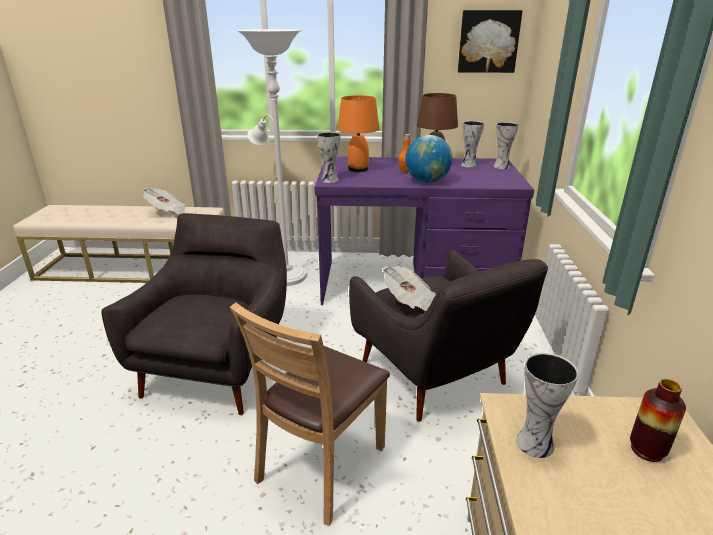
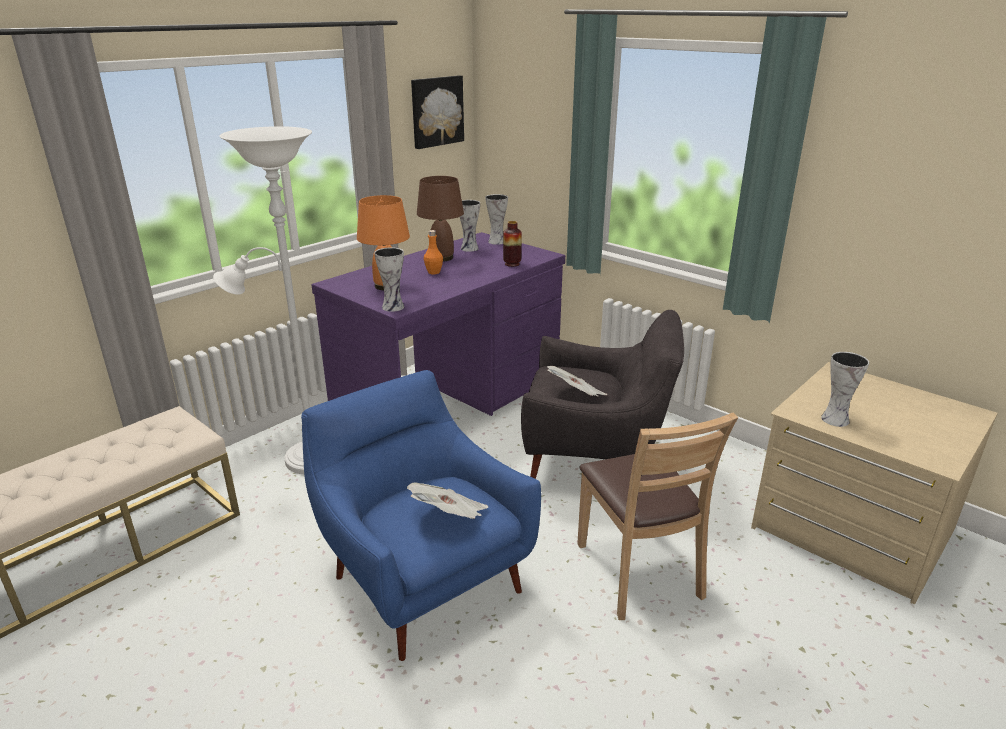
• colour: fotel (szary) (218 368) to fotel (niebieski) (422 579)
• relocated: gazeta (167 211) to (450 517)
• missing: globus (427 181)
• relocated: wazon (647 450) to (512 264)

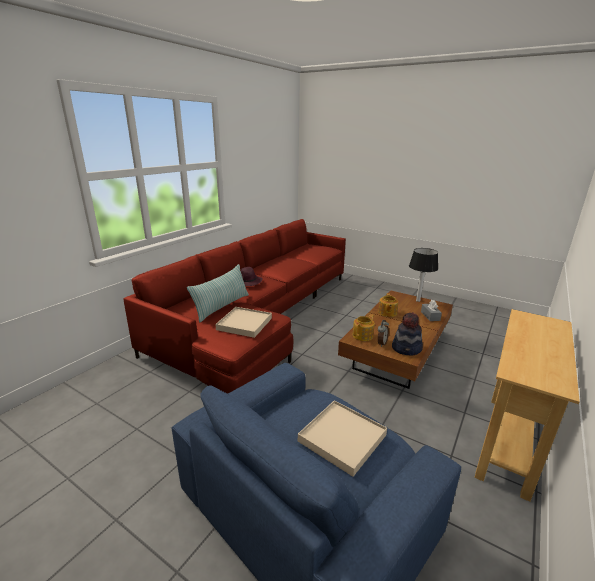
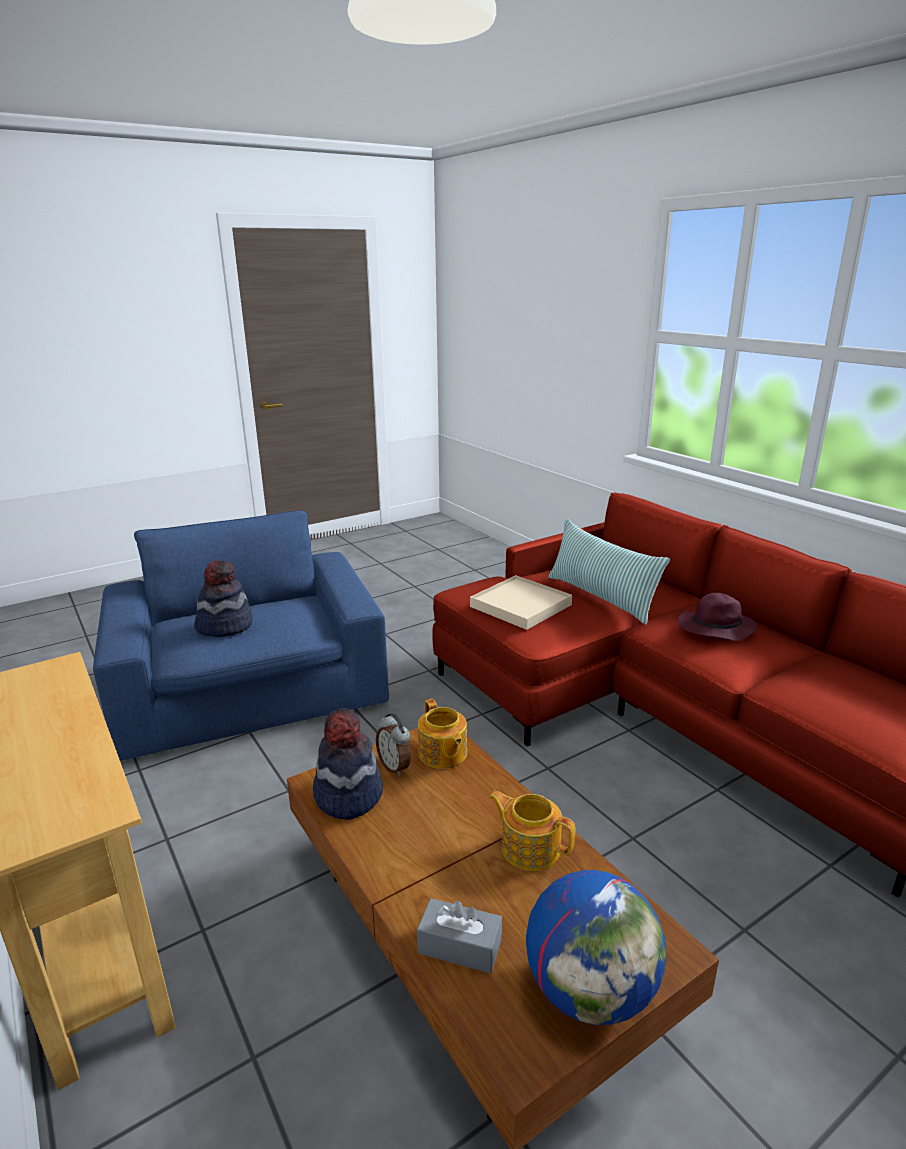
• exchanged: taca (beżowy) (342 438) to kapelusz (225 626)
• exchanged: lampa stołowa (417 301) to globus (591 991)

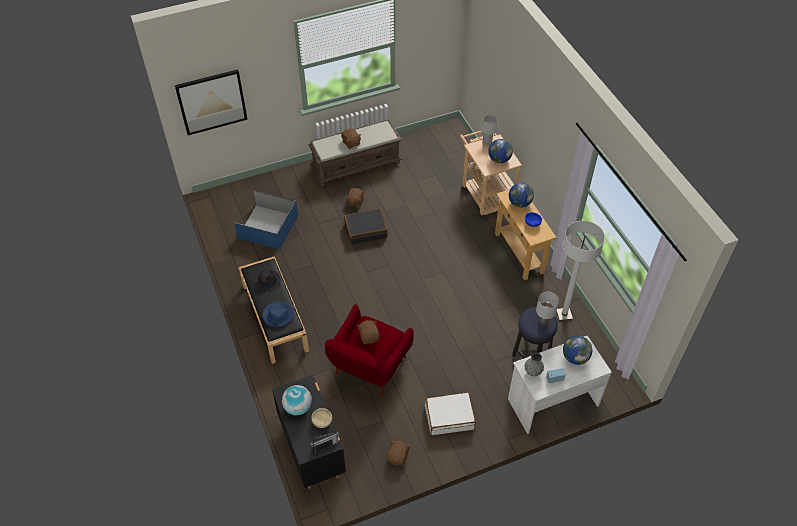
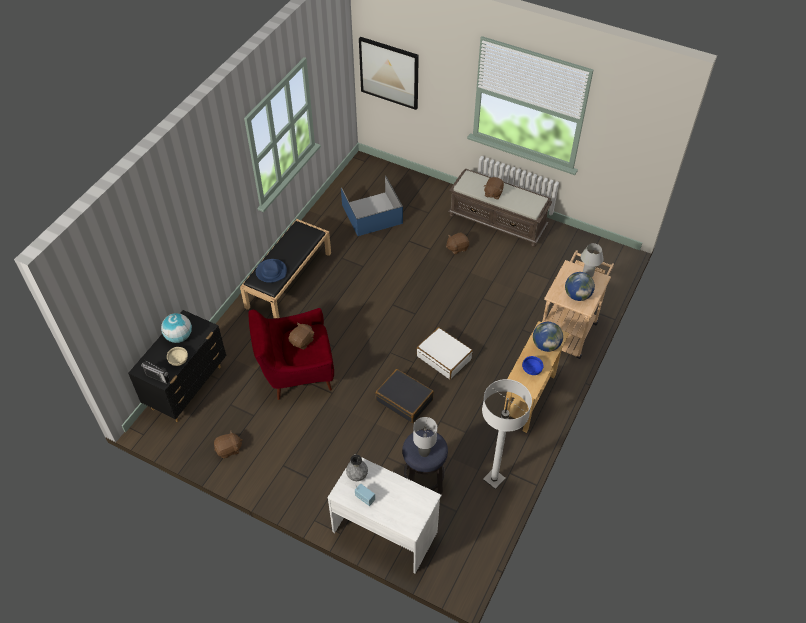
• missing: kapelusz (czarny) (268 281)
• relocated: walizka (czarny) (366 231) to (404 400)
• relocated: walizka (biały) (449 417) to (444 357)
• missing: globus (575 357)

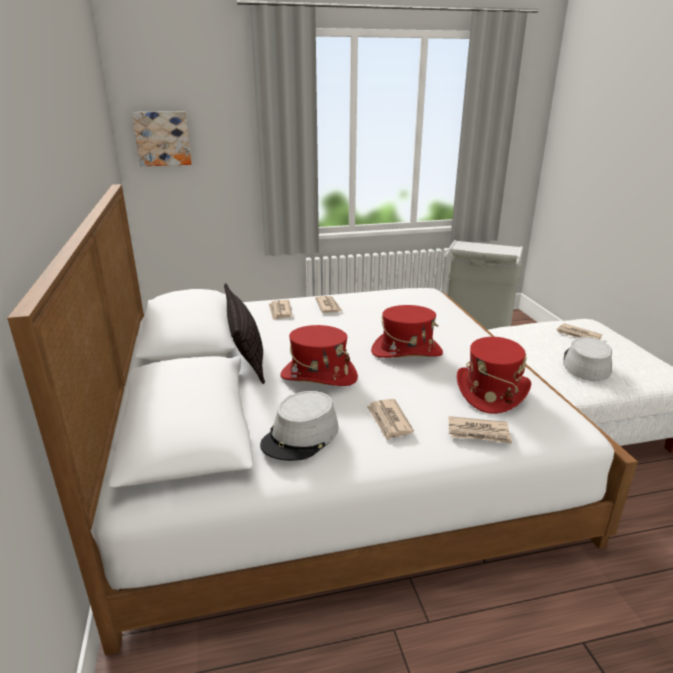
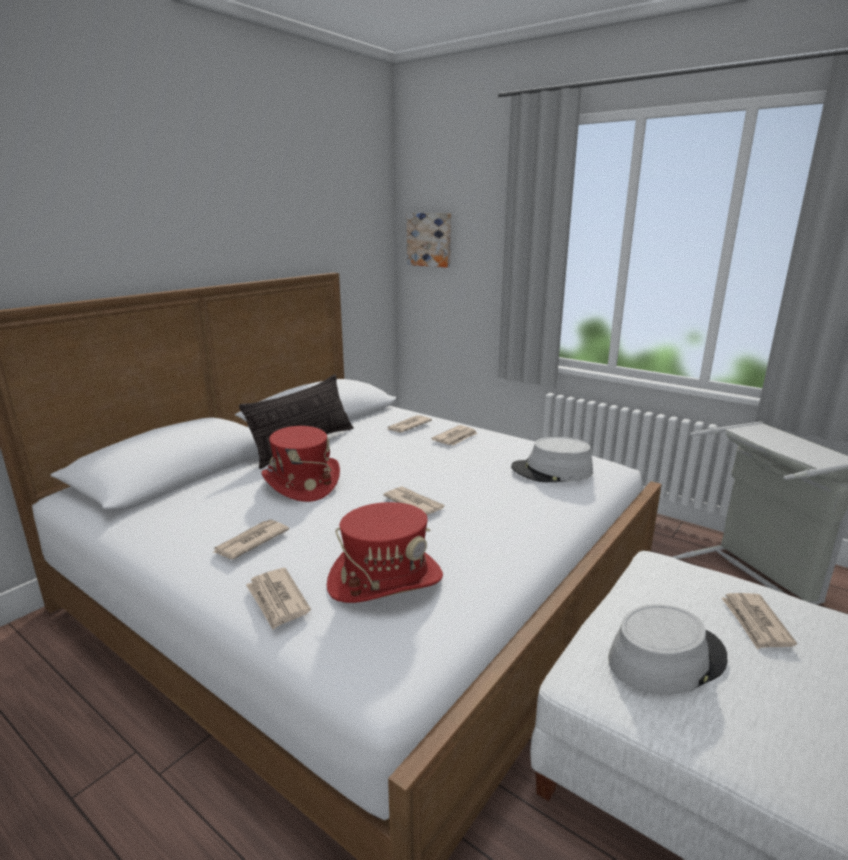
• relocated: kapelusz (szary) (301 436) to (552 471)
• exchanged: kapelusz (czerwony) (406 352) to gazeta (413 503)

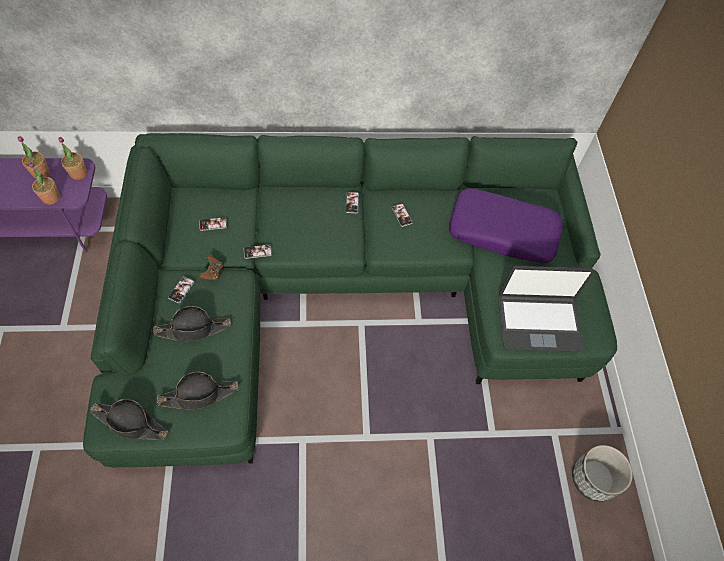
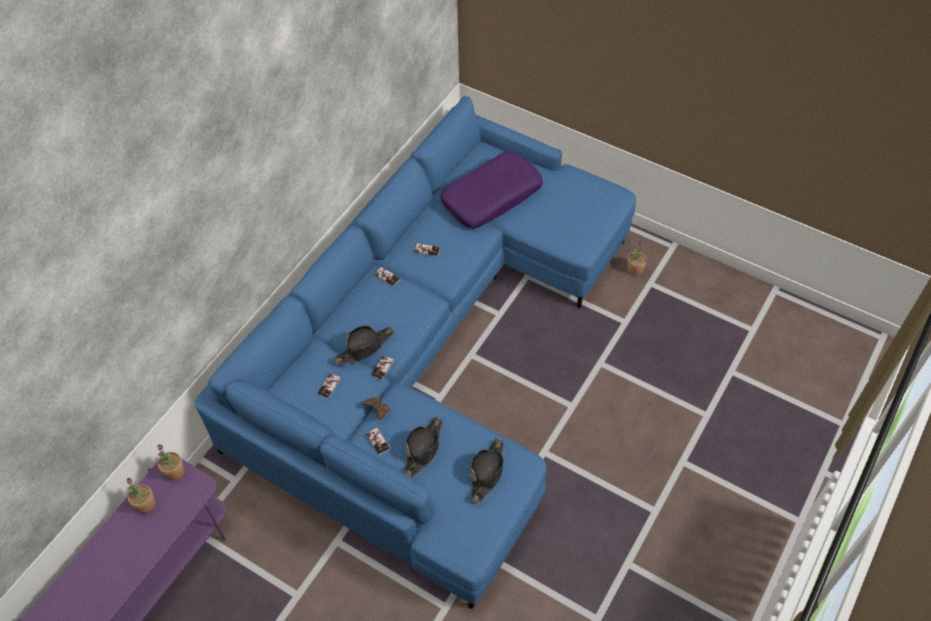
• relocated: roślina doniczkowa (51 198) to (635 270)
• colour: kanapa (zielony) (341 290) to kanapa (niebieski) (430 352)
• relocated: kapelusz (czarny) (131 423) to (364 347)
• missing: laptop (538 322)
• missing: donica (593 478)

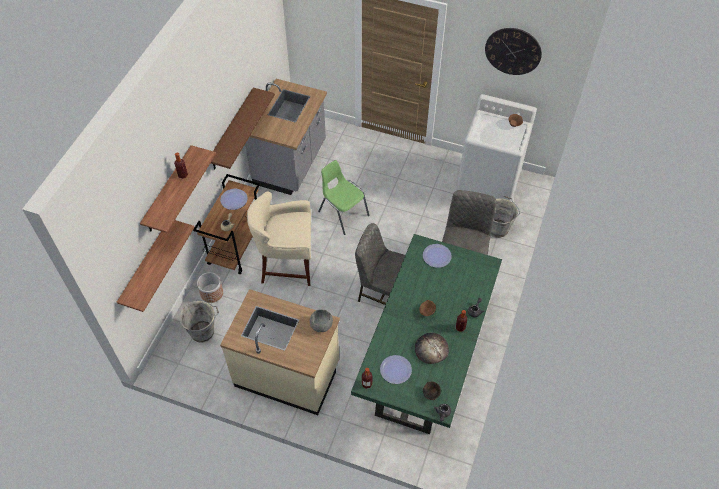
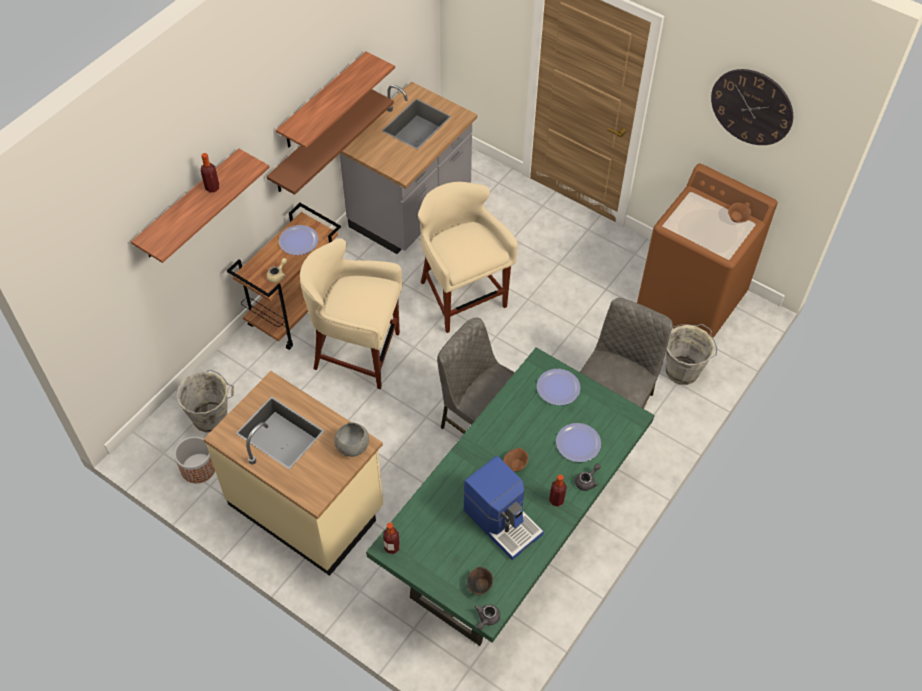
• relocated: półka (146 265) to (323 101)
• relocated: donica (212 293) to (198 468)
• exchanged: krzesło (zielony) (343 213) to stołek (beżowy) (461 296)
• relocated: talerz (395 369) to (578 443)
• exchanged: chleb (431 349) to ekspres do kawy (503 521)
• colour: pralka (biały) (488 183) to pralka (brązowy) (691 301)

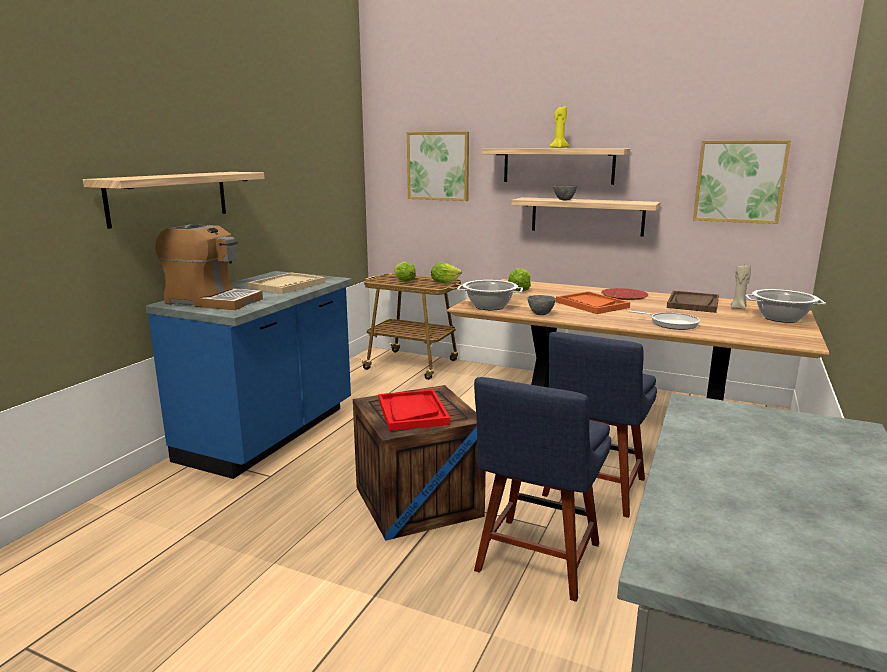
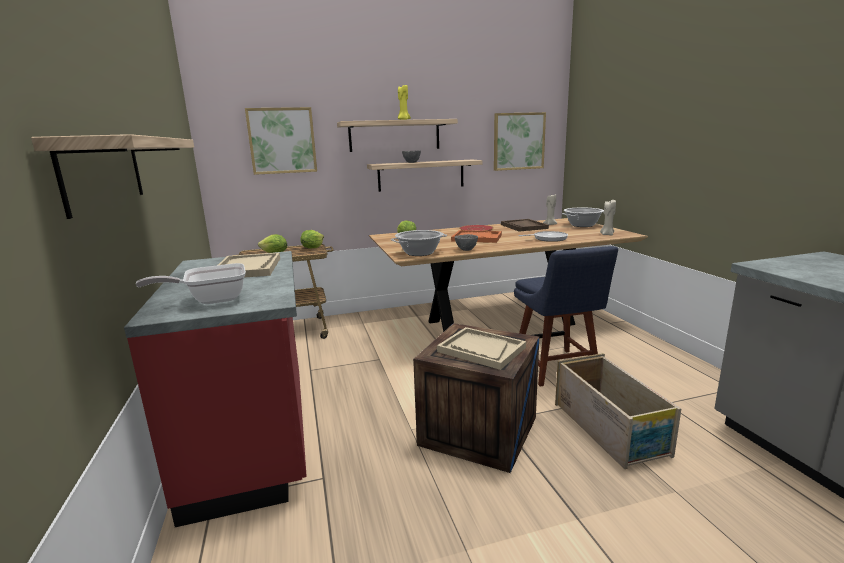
• colour: zabudowa kuchenna (niebieski) (270 434) to zabudowa kuchenna (czerwony) (254 441)
• exchanged: ekspres do kawy (212 301) to patelnia (211 300)
• colour: taca (czerwony) (412 412) to taca (beżowy) (481 349)
• exchanged: krzesło (niebieski) (536 561) to skrzynka (610 429)
• appeared: świeca (beżowy) (607 234)

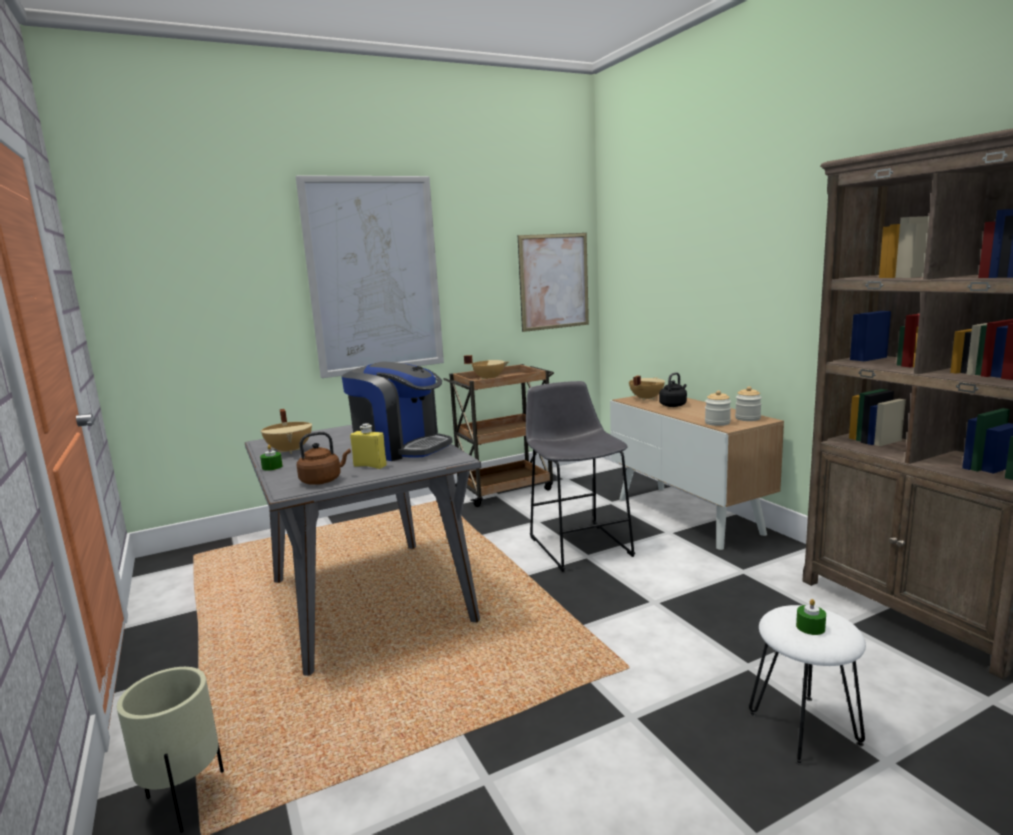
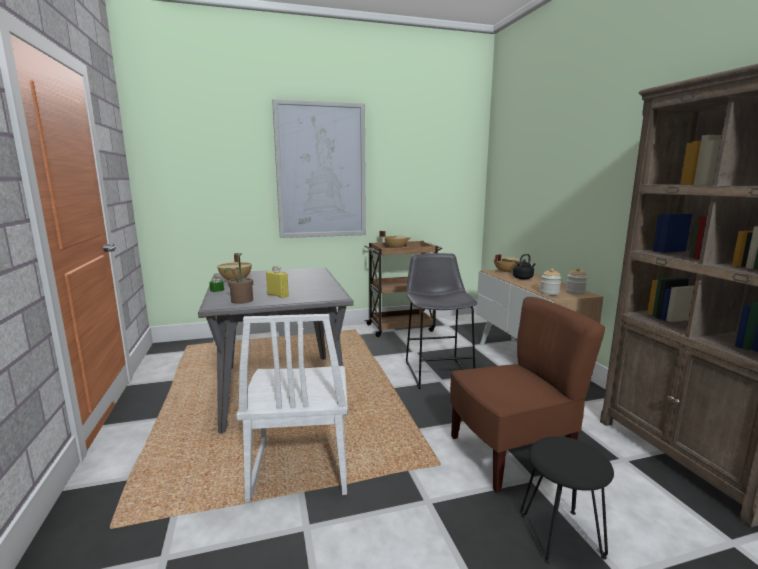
• missing: donica (beżowy) (184 800)
• exchanged: czajnik (brązowy) (323 480) to roślina doniczkowa (241 301)
• missing: ekspres do kawy (400 448)
• missing: obraz (554 281)
• colour: stołek (biały) (803 727) to stołek (czarny) (560 534)
• missing: świeca (zielony) (810 627)
• appeared: krzesło (biały) (299 466)
• appeared: krzesło (brązowy) (511 454)

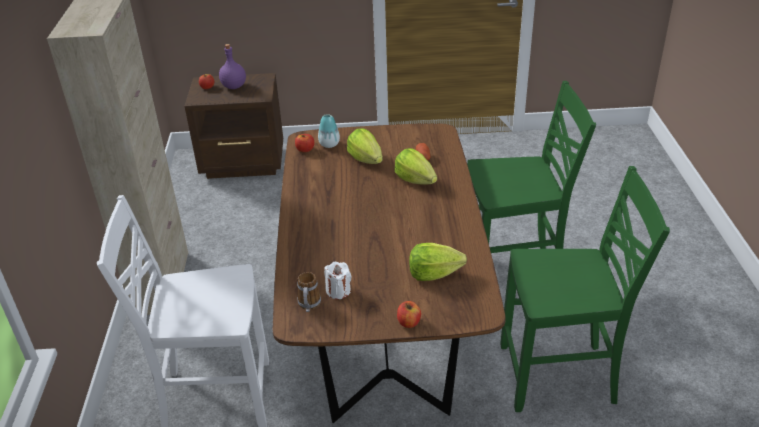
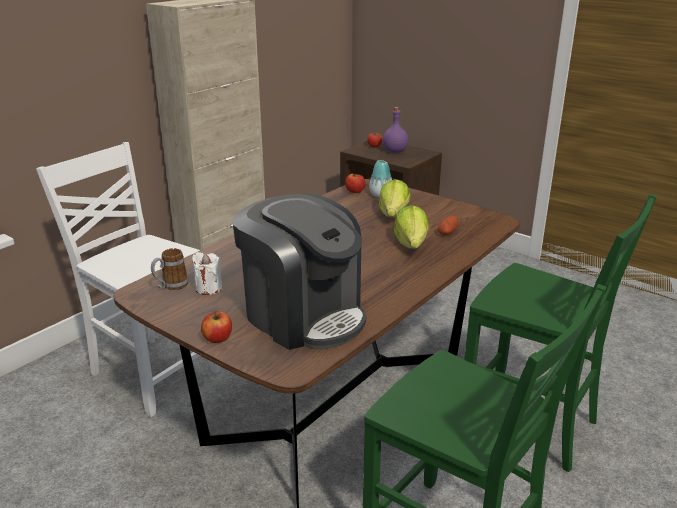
• exchanged: sałata (434 274) to ekspres do kawy (303 315)

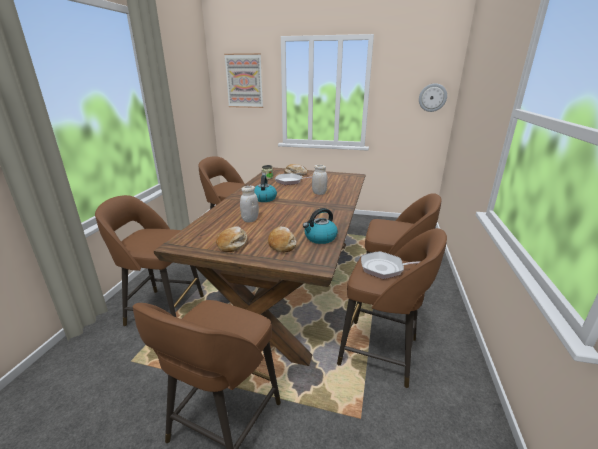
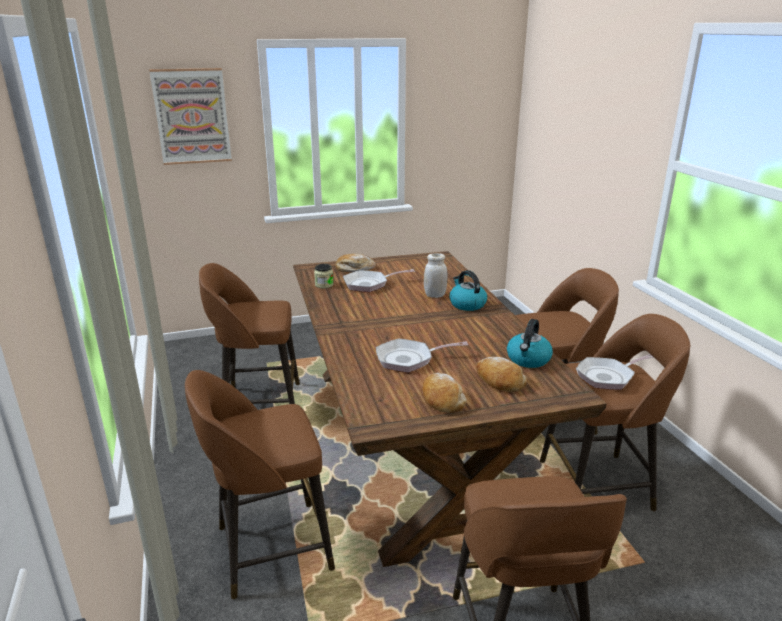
• exchanged: słoik (biały) (250 220) to patelnia (409 359)
• relocated: czajnik (264 198) to (467 304)
• missing: zegar ścienny (432 97)

